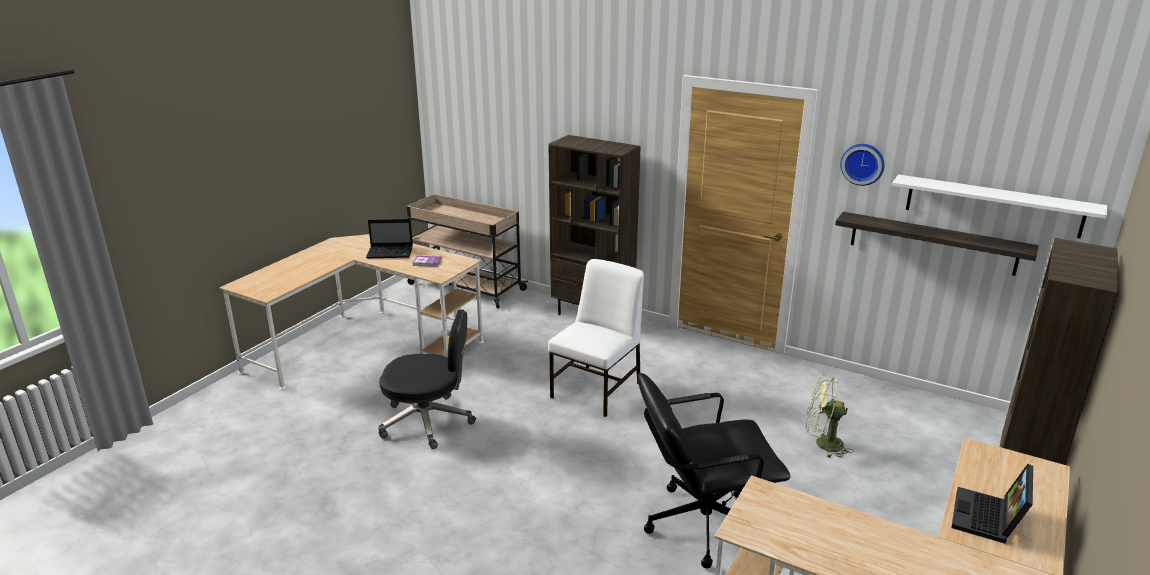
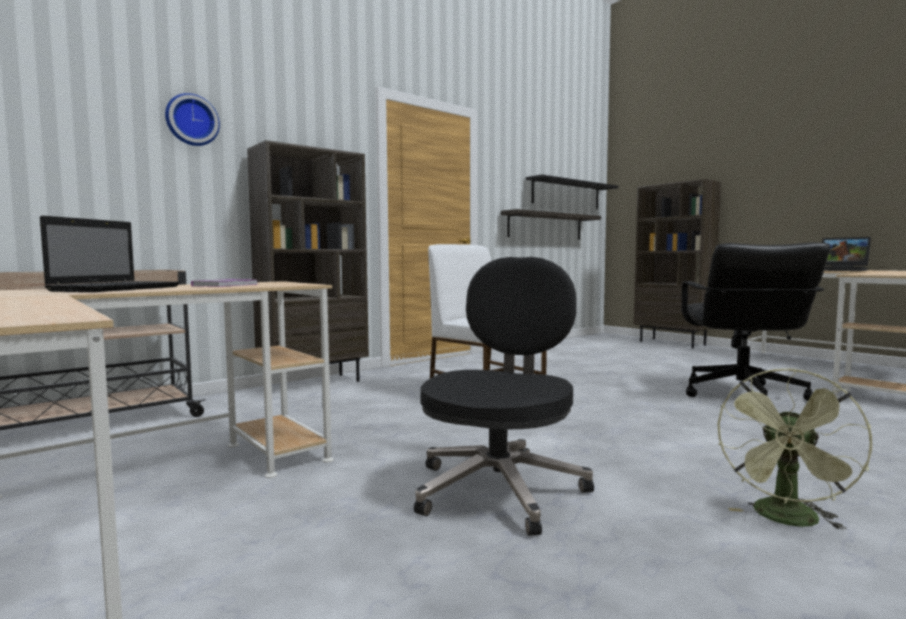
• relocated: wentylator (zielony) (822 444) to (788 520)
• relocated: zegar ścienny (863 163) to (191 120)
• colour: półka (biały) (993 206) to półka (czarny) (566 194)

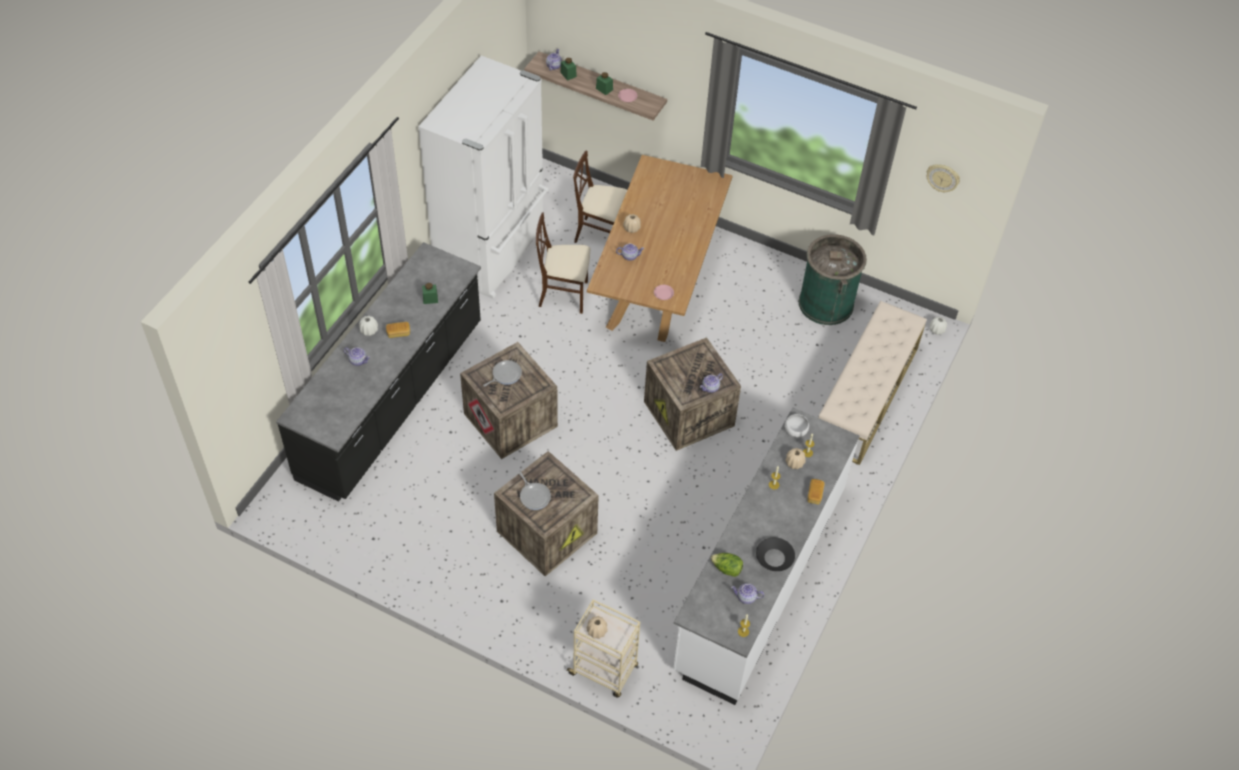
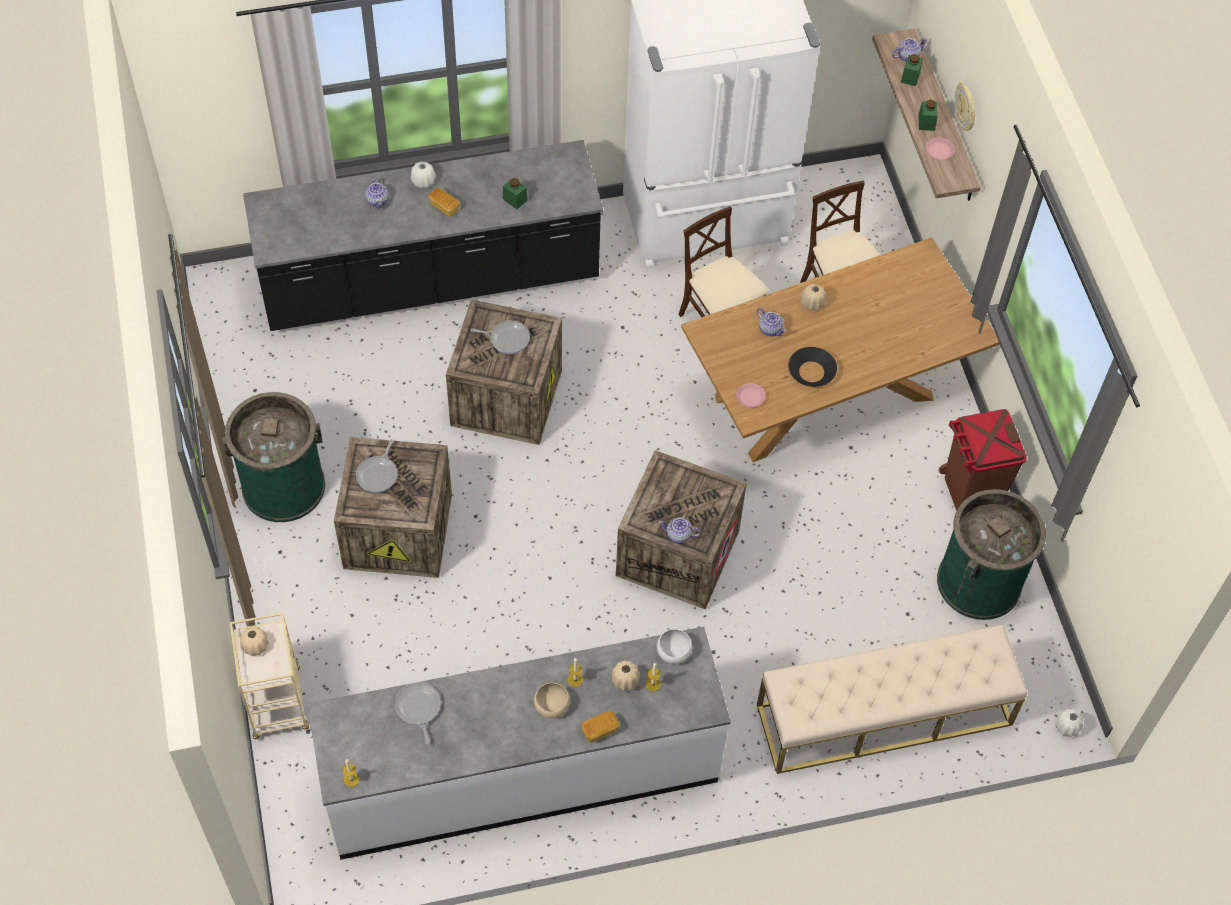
• exchanged: sałata (726 569) to patelnia (418 708)
• missing: imbryk (746 597)
• relocated: miska (czarny) (774 557) to (811 371)
• relocated: zegar ścienny (942 178) to (966 108)
• appeared: kosz na śmieci (zielony) (283 486)
• appeared: miska (beżowy) (551 704)
• appeared: kosz na śmieci (brązowy) (969 494)

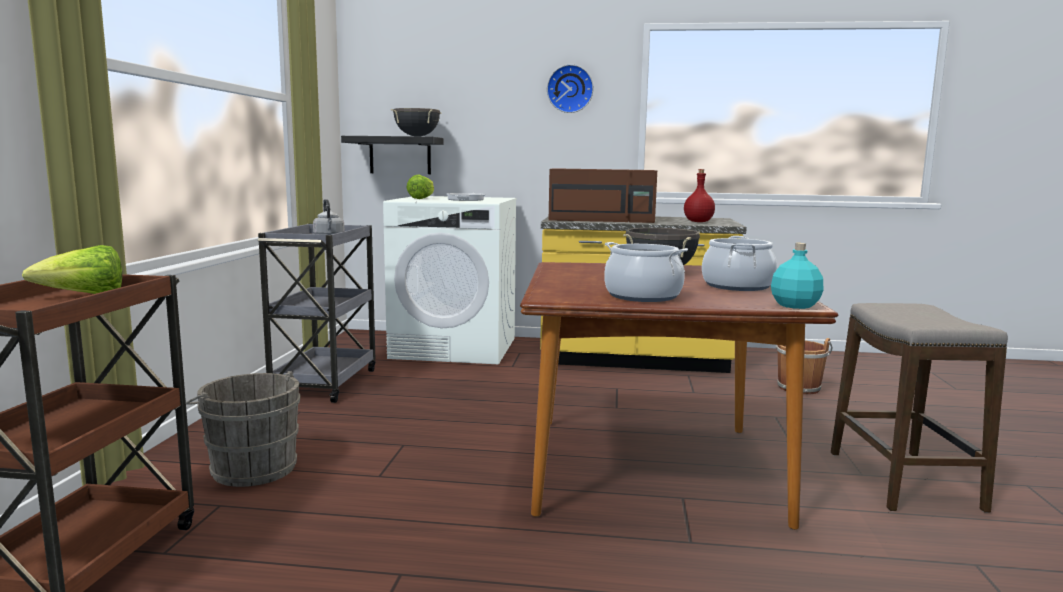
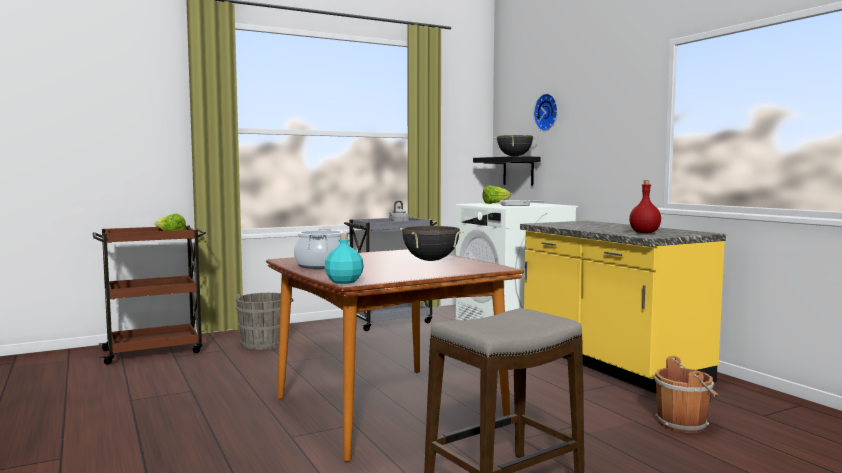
• relocated: zegar ścienny (570 89) to (547 112)
• missing: mikrofalówka (brązowy) (602 219)
• missing: garnek (737 286)

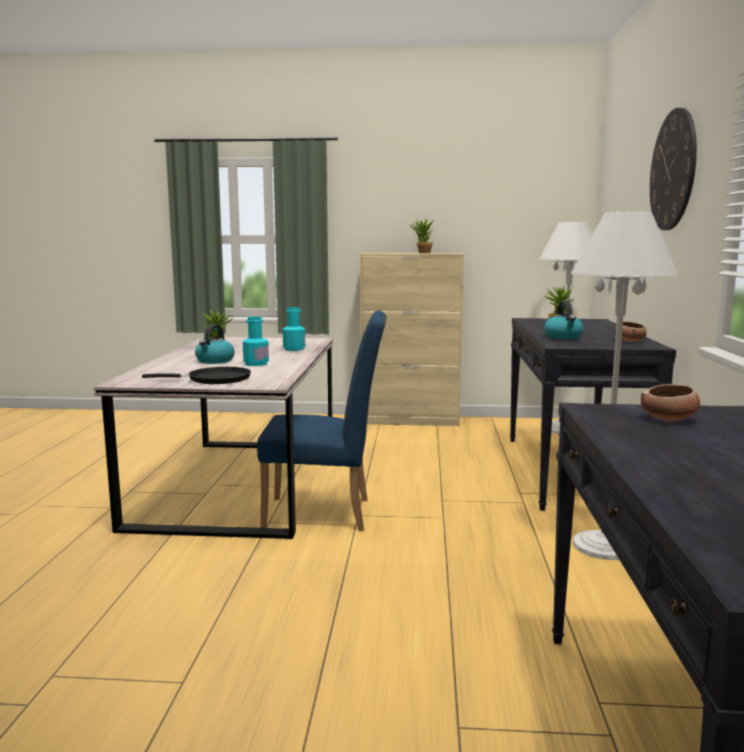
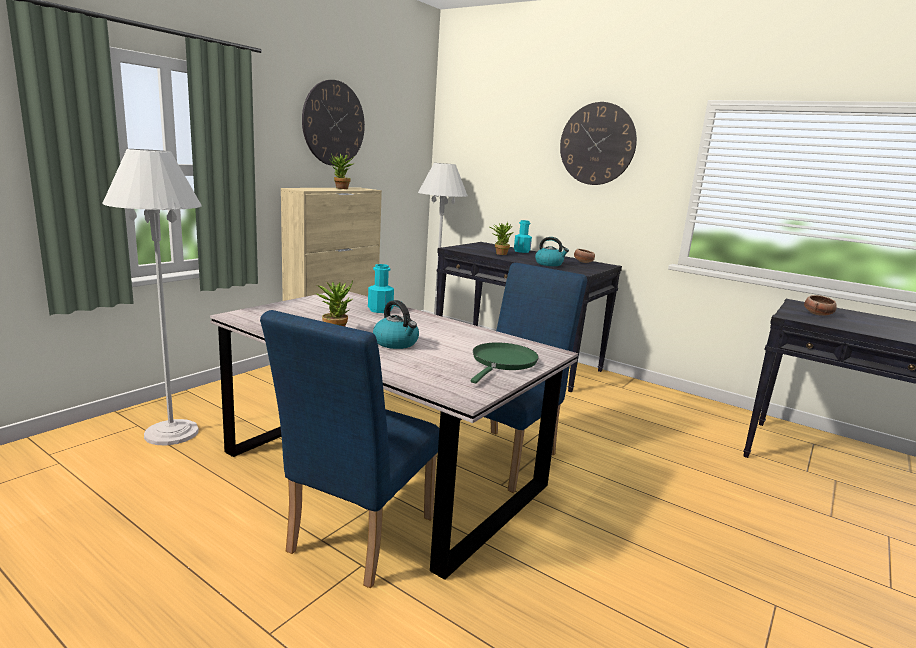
• colour: patelnia (czarny) (214 379) to patelnia (zielony) (502 362)
• relocated: butelka (turkusowy) (256 364) to (521 251)
• relocated: lampa stojąca (biały) (603 546) to (172 433)
• appeared: krzesło (niebieski) (355 540)
• appeared: zegar ścienny (334 123)

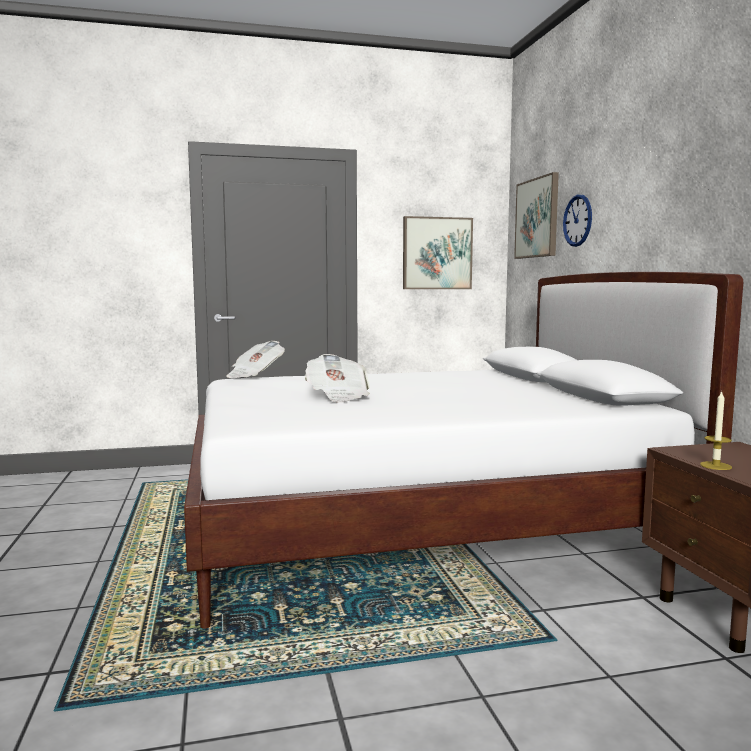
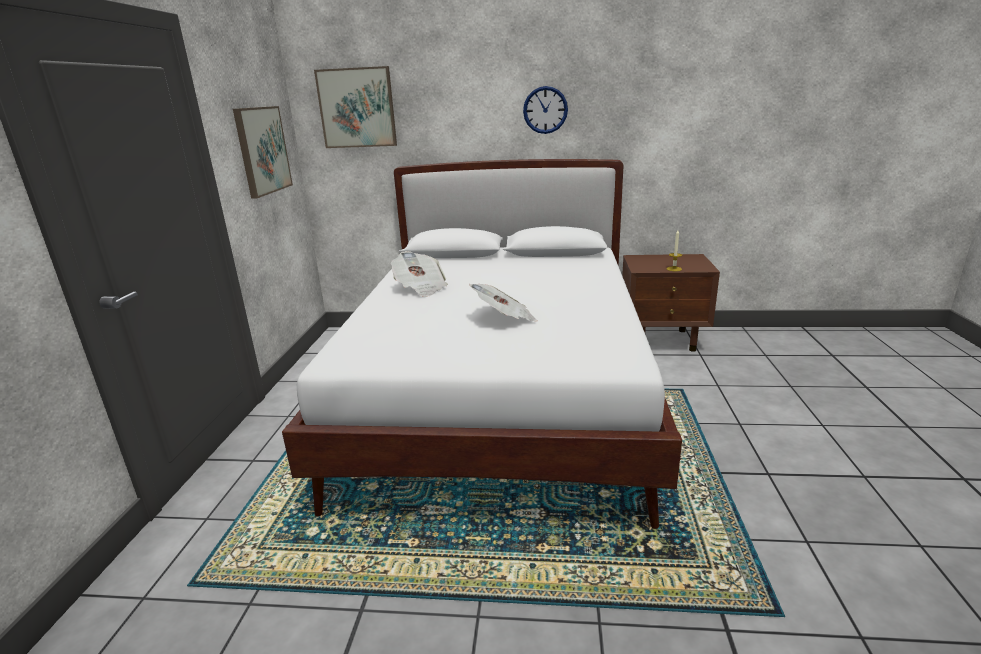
• relocated: gazeta (255 375) to (420 288)
• relocated: zegar ścienny (577 220) to (545 110)

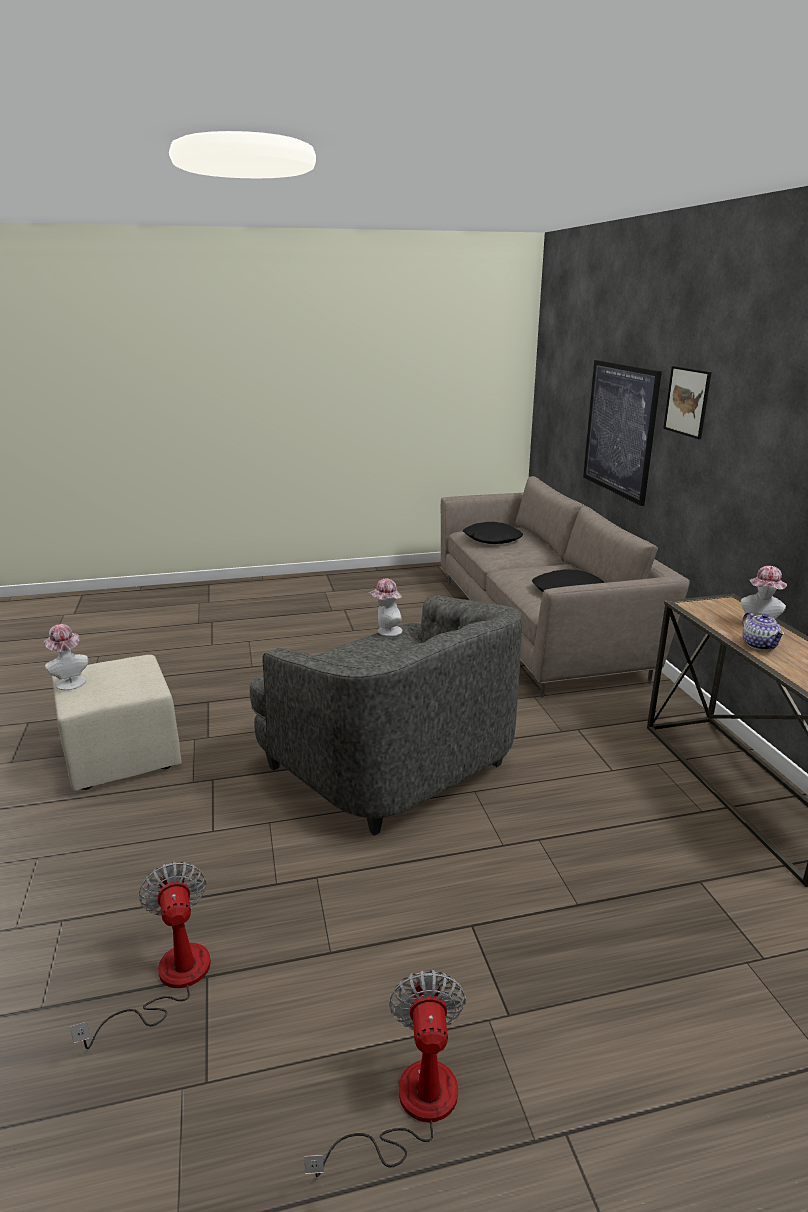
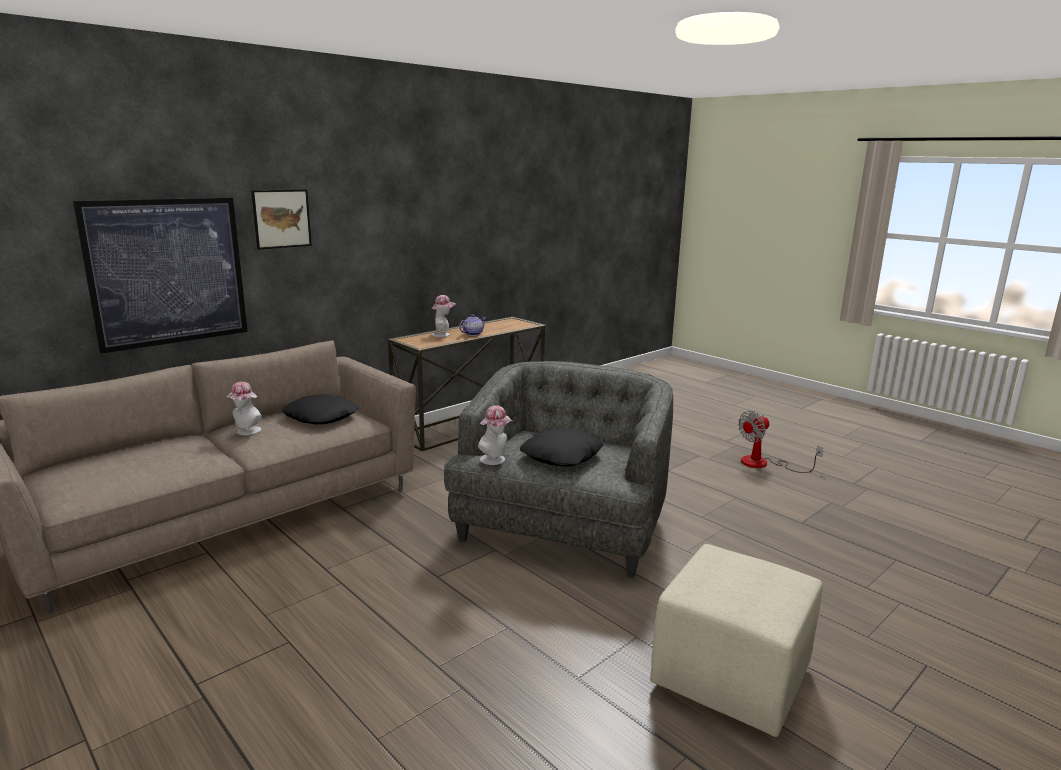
• relocated: kapelusz (70 681) to (246 432)
• missing: wentylator (169 981)
• relocated: poduszka (czarny) (492 539) to (562 456)

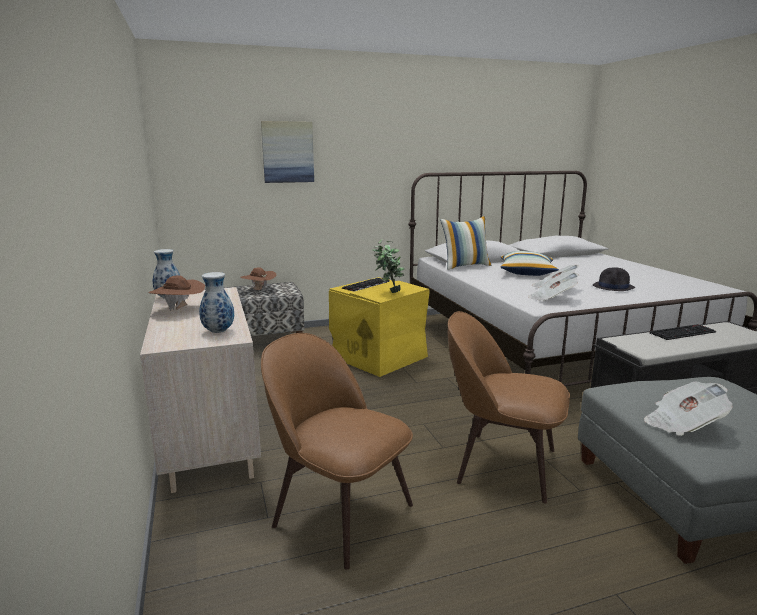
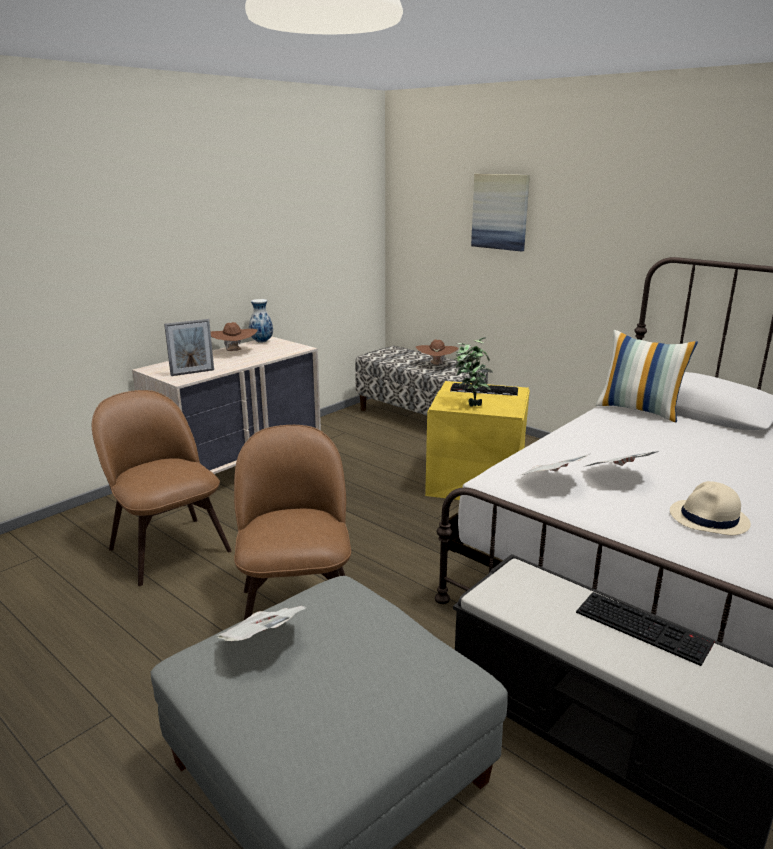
• exchanged: wazon (218 331) to ramka na zdjęcie (192 372)
• spun: krzesło (brązowy) (339 512) = (167 547) 45 degrees counterclockwise
• missing: poduszka (527 273)
• colour: kapelusz (czarny) (613 287) to kapelusz (beżowy) (709 519)

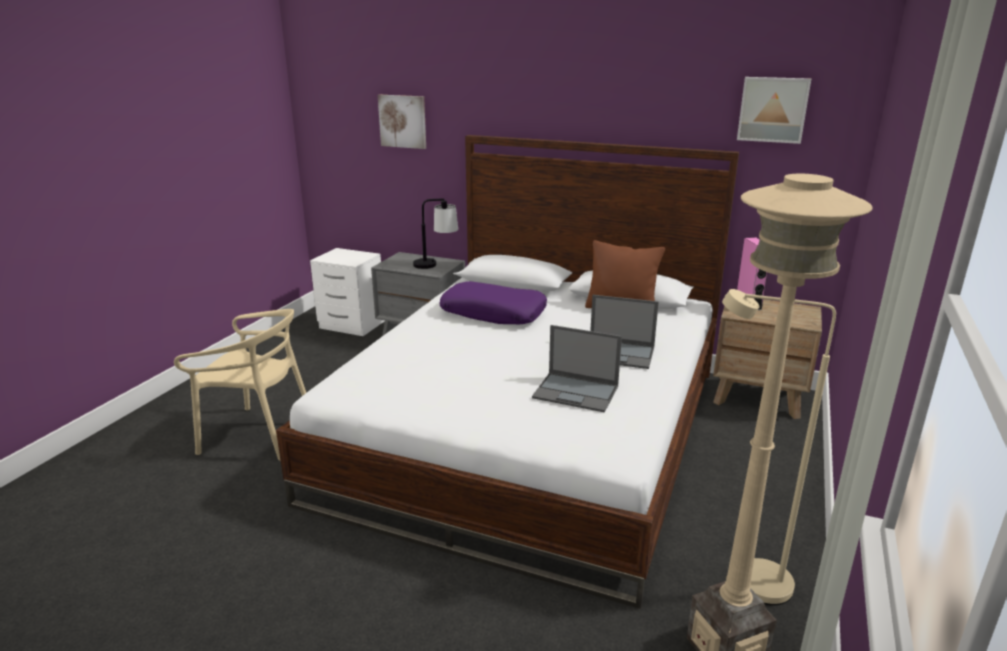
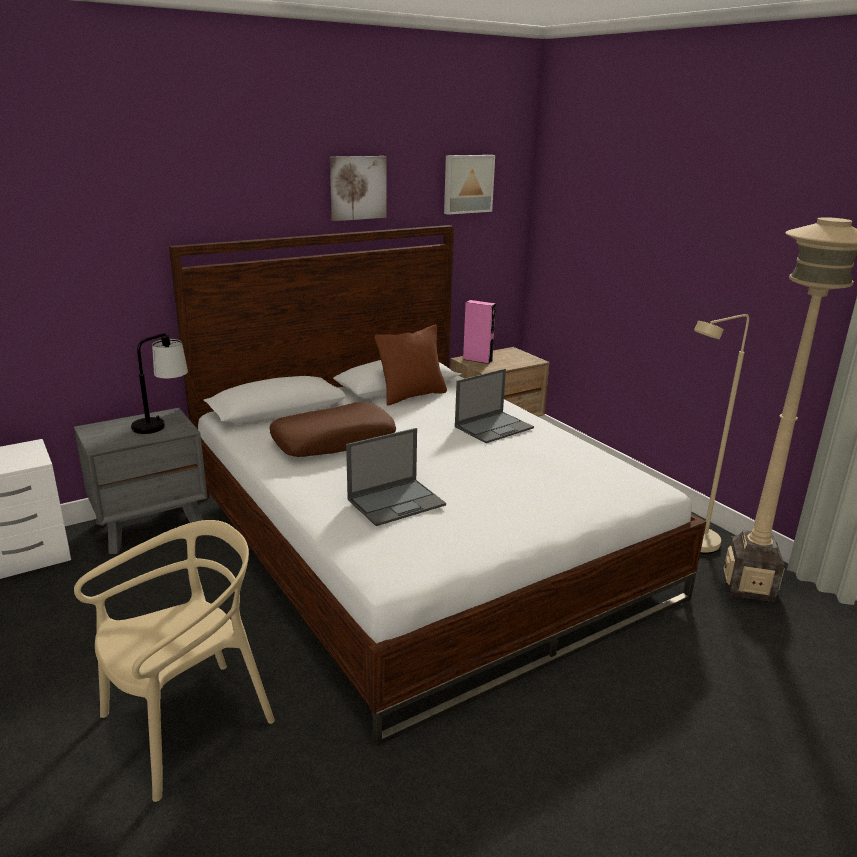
• relocated: obraz (403 121) to (357 187)
• colour: poduszka (fioletowy) (493 313) to poduszka (brązowy) (333 441)
• relocated: laptop (576 392) to (397 502)

